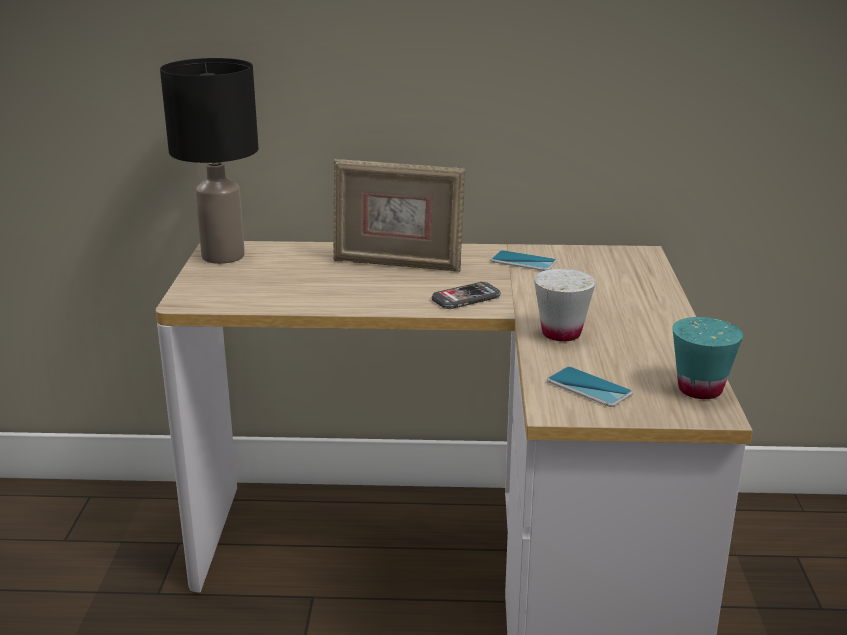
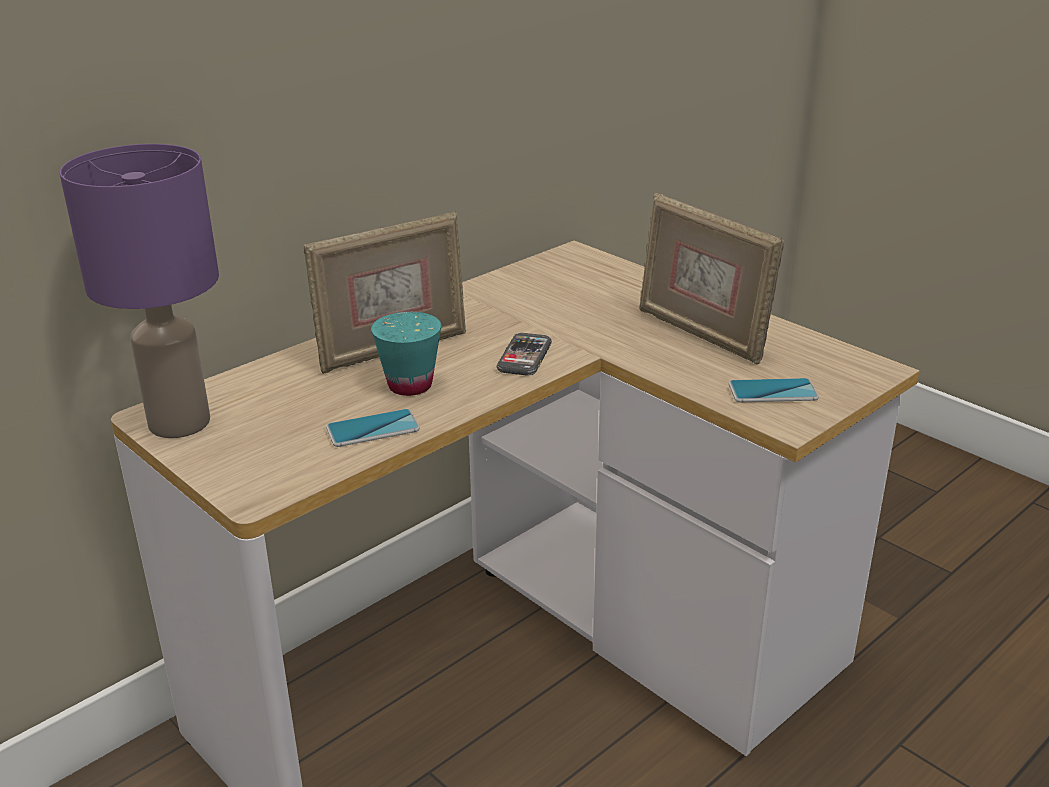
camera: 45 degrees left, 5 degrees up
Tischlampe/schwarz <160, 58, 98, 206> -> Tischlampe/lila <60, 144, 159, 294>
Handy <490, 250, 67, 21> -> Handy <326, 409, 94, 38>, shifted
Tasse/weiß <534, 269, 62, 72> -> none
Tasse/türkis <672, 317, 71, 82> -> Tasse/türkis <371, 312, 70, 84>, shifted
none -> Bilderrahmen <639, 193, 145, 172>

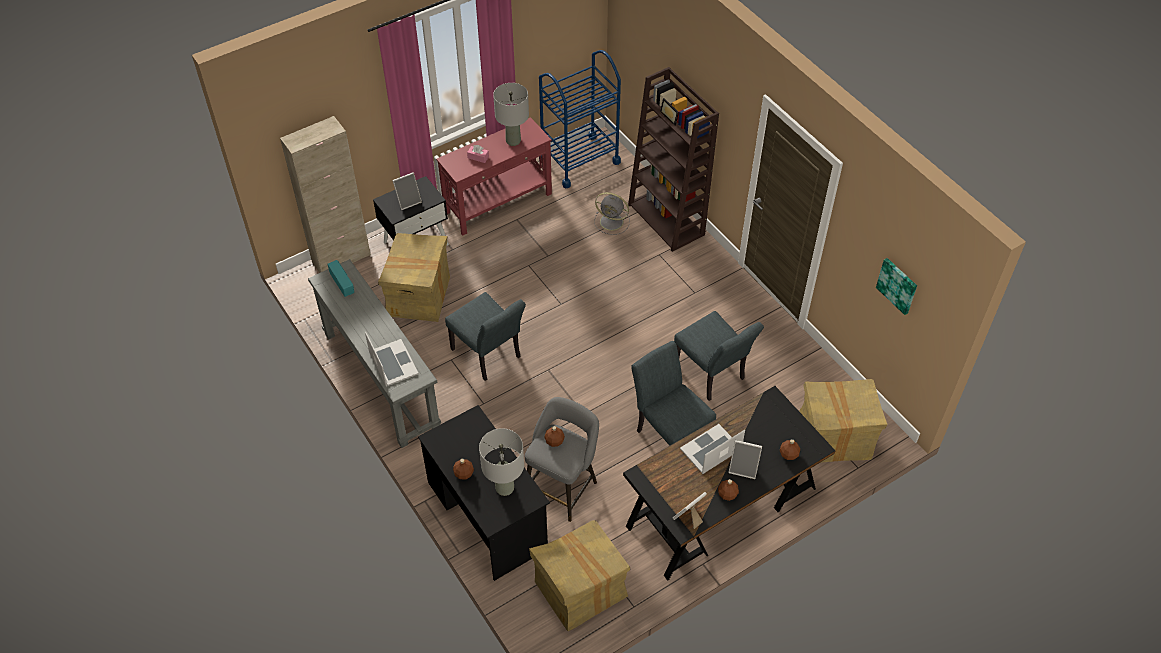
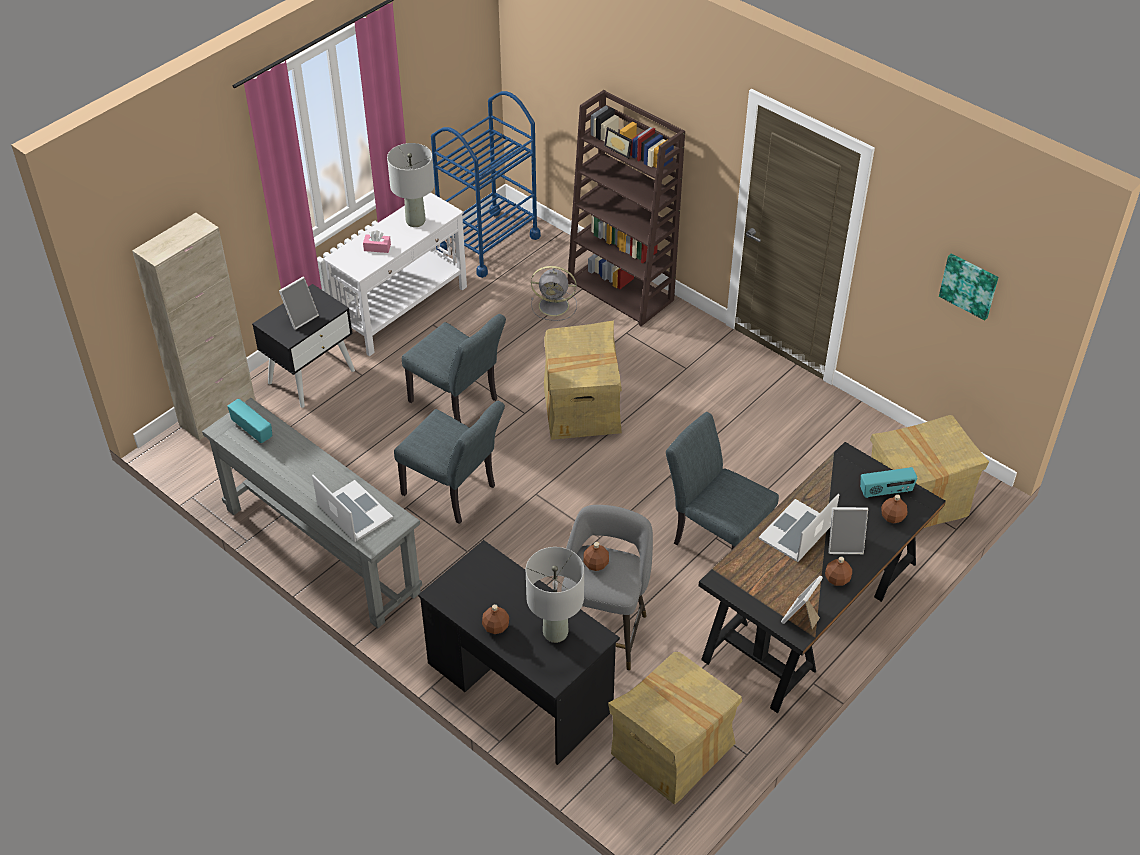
camera: 15 degrees left, 5 degrees down
Karton <378, 233, 72, 89> -> Karton <544, 320, 78, 120>, shifted
Konsolentisch/rot <436, 117, 116, 119> -> Konsolentisch/weiß <323, 192, 144, 164>
Stuhl/grau <674, 311, 90, 90> -> Stuhl/grau <402, 314, 104, 108>, shifted
none -> Radio <860, 467, 57, 31>

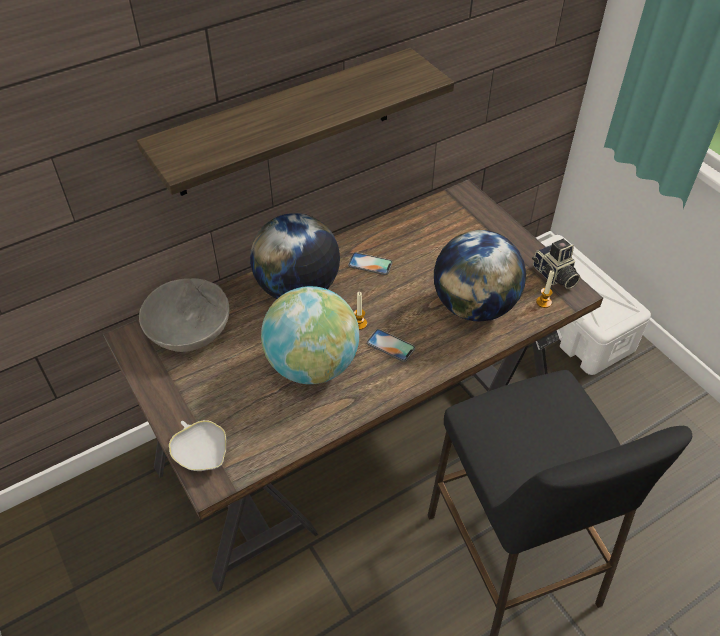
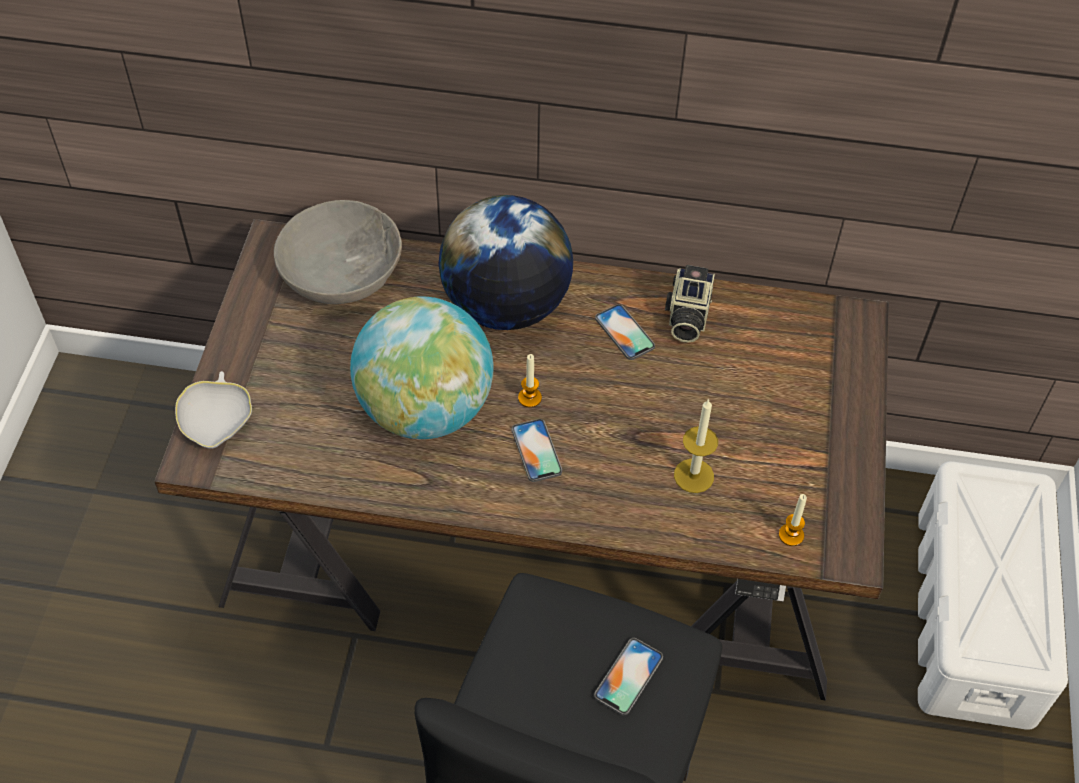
camera: 40 degrees right, 5 degrees up
Wandregal <137, 48, 317, 148> -> none
Globus <434, 230, 92, 92> -> Kerze <674, 399, 44, 94>
Kamera <532, 239, 49, 50> -> Kamera <665, 265, 50, 78>, shifted
none -> Handy <594, 638, 69, 77>

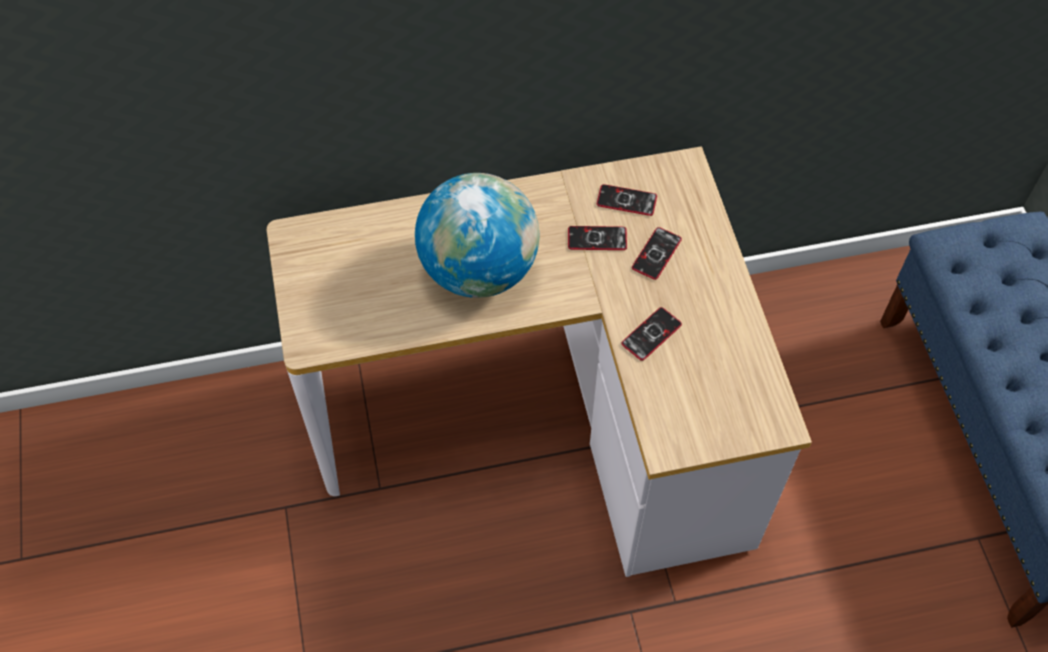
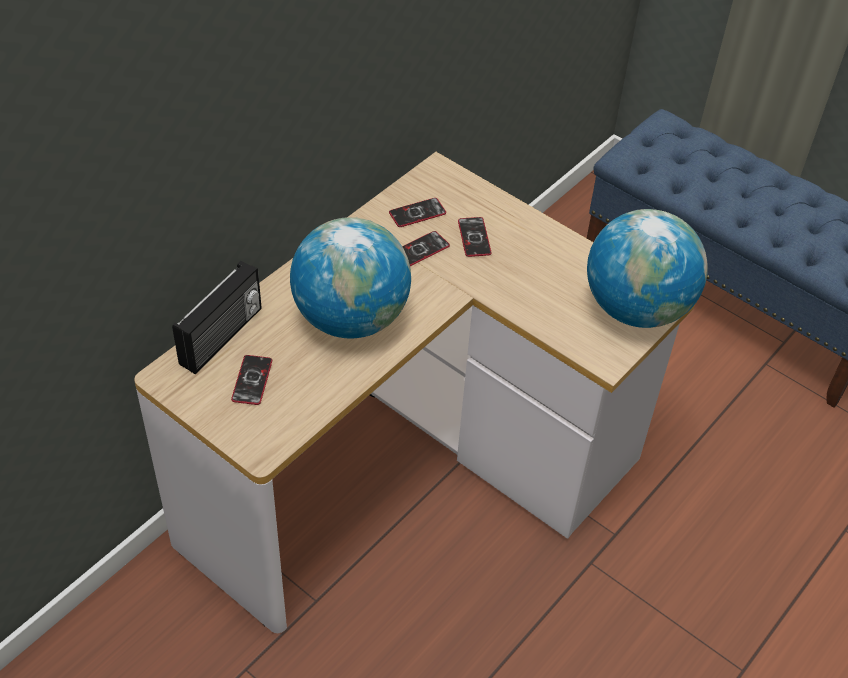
camera: 40 degrees left, 10 degrees down
Handy <621, 307, 61, 54> -> Handy <231, 355, 41, 50>, shifted
none -> Radio <172, 261, 89, 113>
none -> Globus <587, 209, 121, 119>

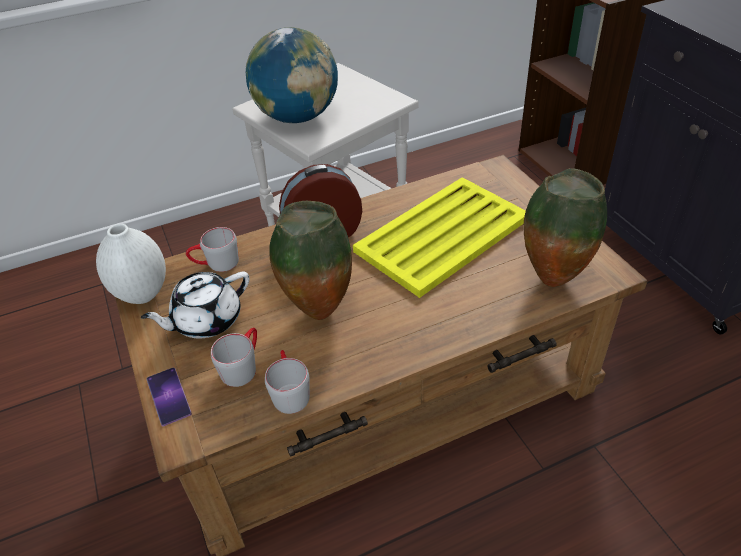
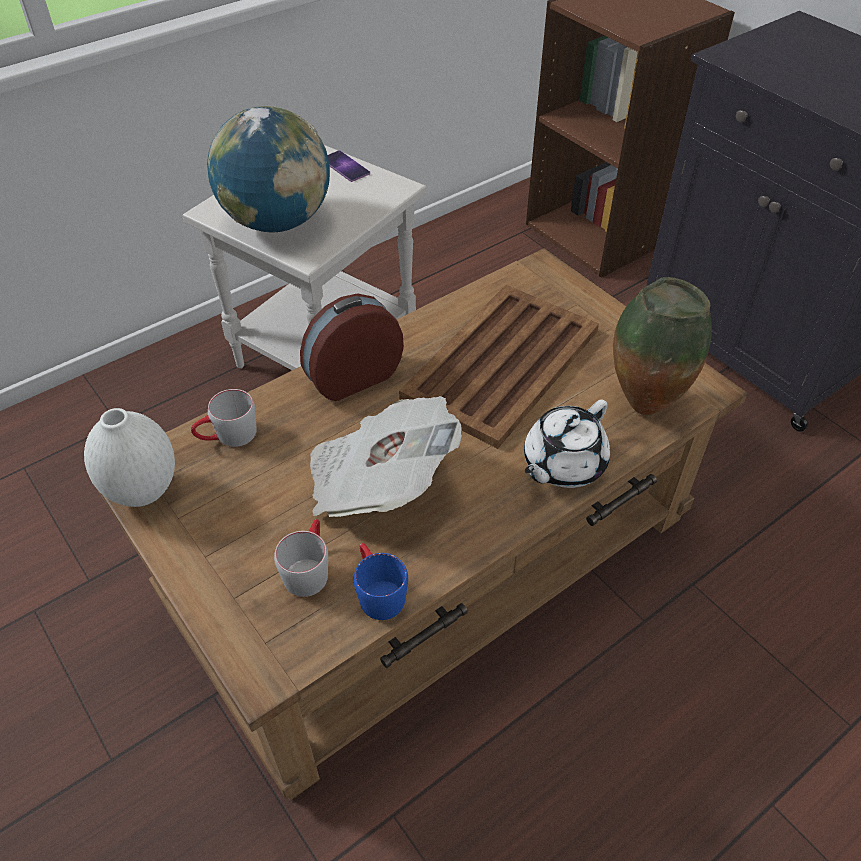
camera: 15 degrees left, 5 degrees up
Teekanne/weiß <141, 271, 108, 67> -> Teekanne/weiß <524, 399, 86, 89>, shifted
Handy <146, 368, 46, 58> -> Handy <328, 150, 42, 32>, shifted
Henkelbecher/grau <265, 350, 45, 64> -> Henkelbecher/blau <354, 543, 54, 77>
Vase <269, 201, 83, 119> -> Zeitung <310, 396, 152, 121>
Tablett/gelb <353, 177, 173, 121> -> Tablett/braun <399, 285, 200, 164>

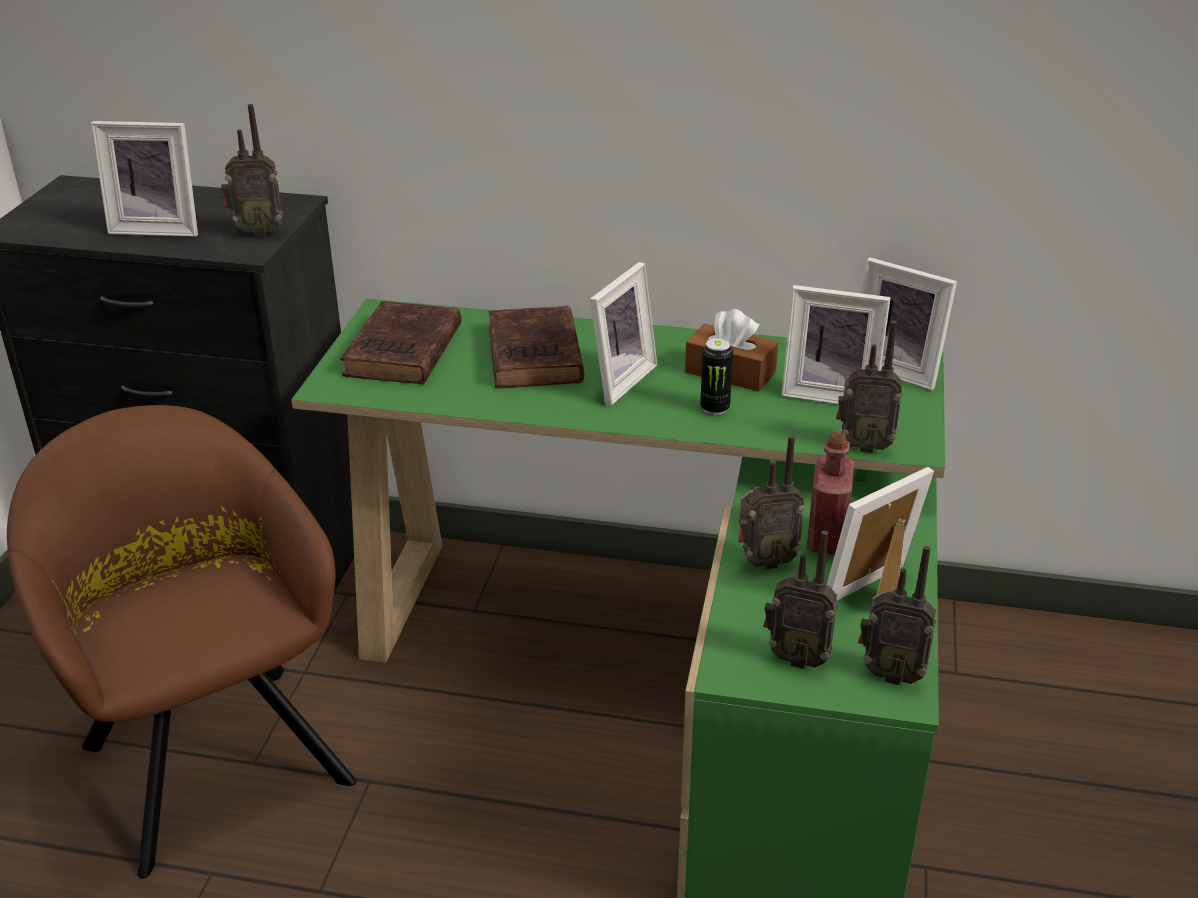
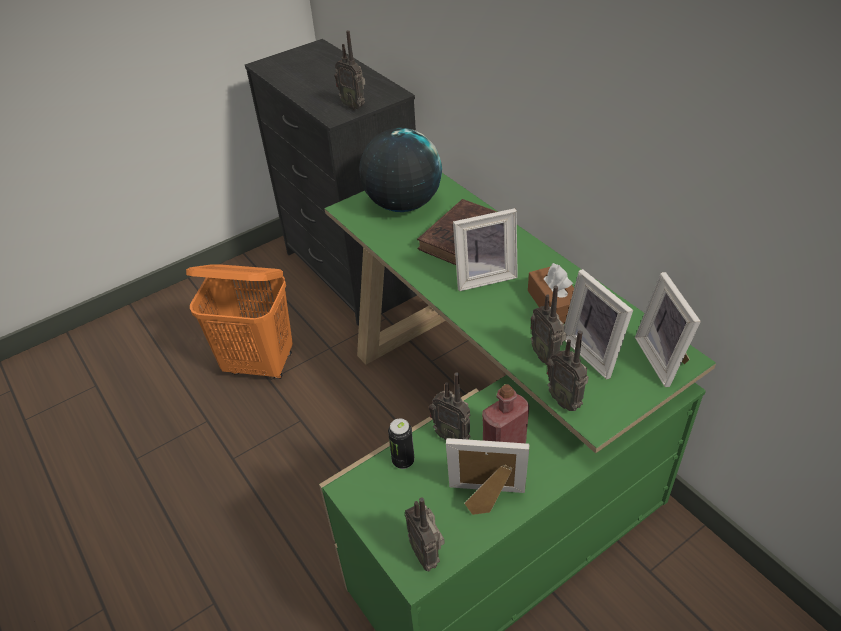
camera: 45 degrees right, 10 degrees up
Sessel/braun <7, 405, 349, 474> -> Wäschekorb/orange <186, 264, 107, 115>
Bilderrahmen <91, 121, 107, 116> -> none
Buch/braun <340, 301, 121, 83> -> Globus <359, 128, 83, 84>
Dose <700, 338, 33, 77> -> Dose <388, 419, 27, 50>, shifted
Radio <763, 531, 75, 138> -> Radio <531, 285, 36, 80>, shifted

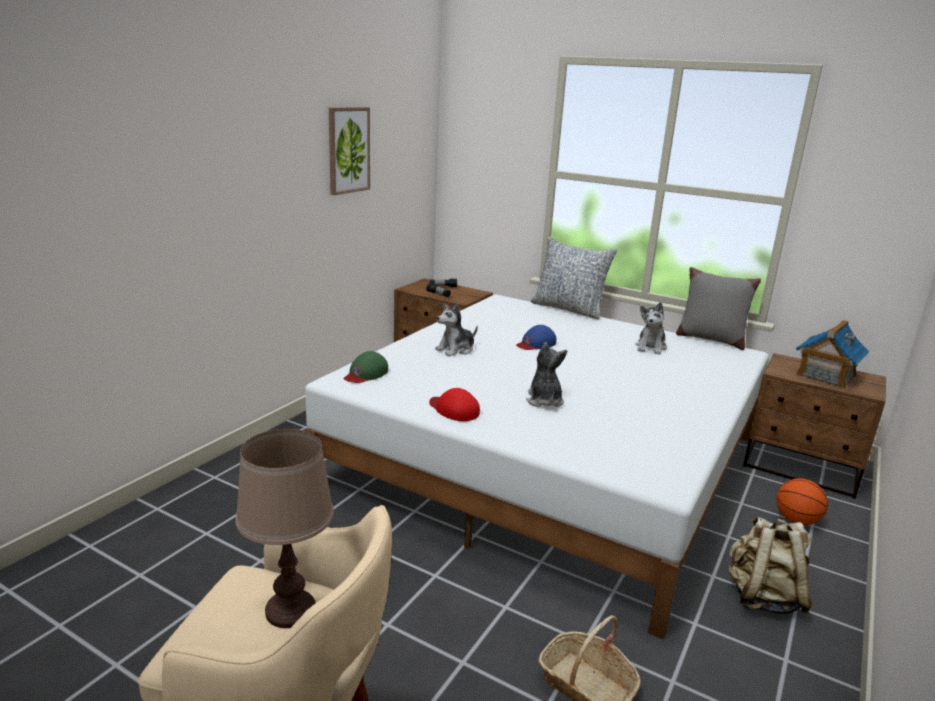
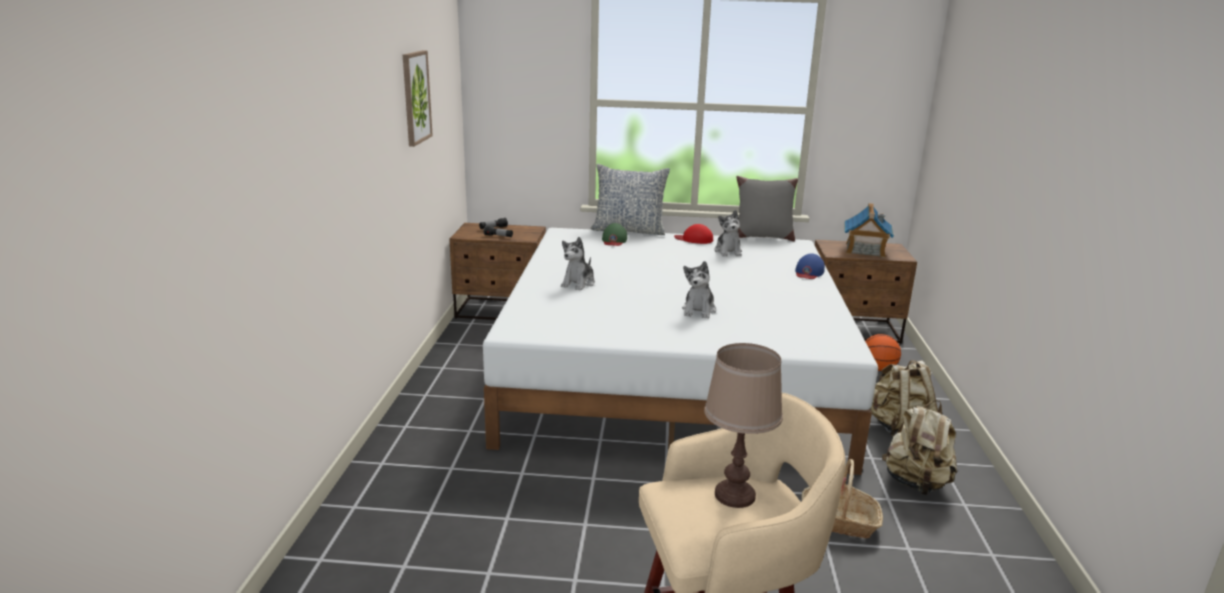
camera: 25 degrees left, 0 degrees up
Kappe/grün <344, 351, 44, 32> -> Kappe/grün <602, 223, 25, 23>, shifted
Kappe/rot <429, 388, 51, 33> -> Kappe/rot <674, 224, 39, 20>, shifted
Kappe/blau <516, 325, 40, 25> -> Kappe/blau <795, 253, 30, 26>, shifted
Plüschtier <526, 342, 42, 65> -> Plüschtier <682, 261, 34, 58>, 135 degrees counterclockwise
none -> Rucksack/beige <882, 400, 75, 95>

